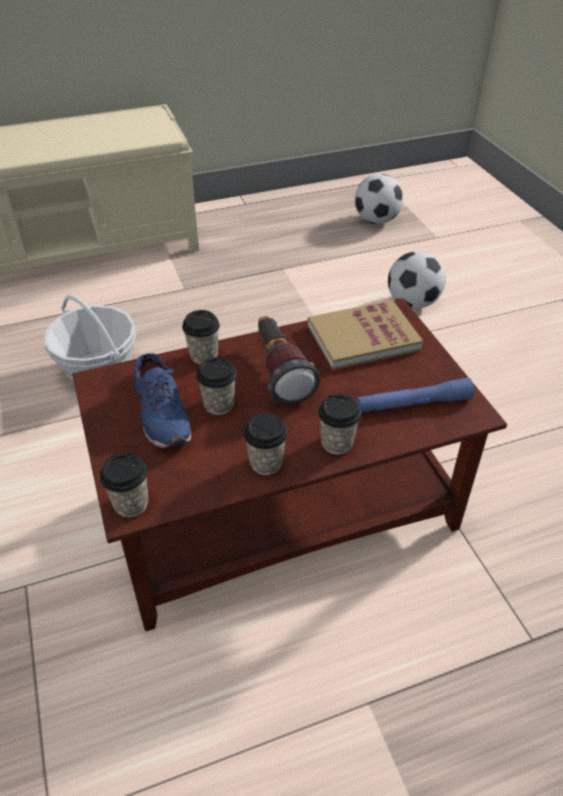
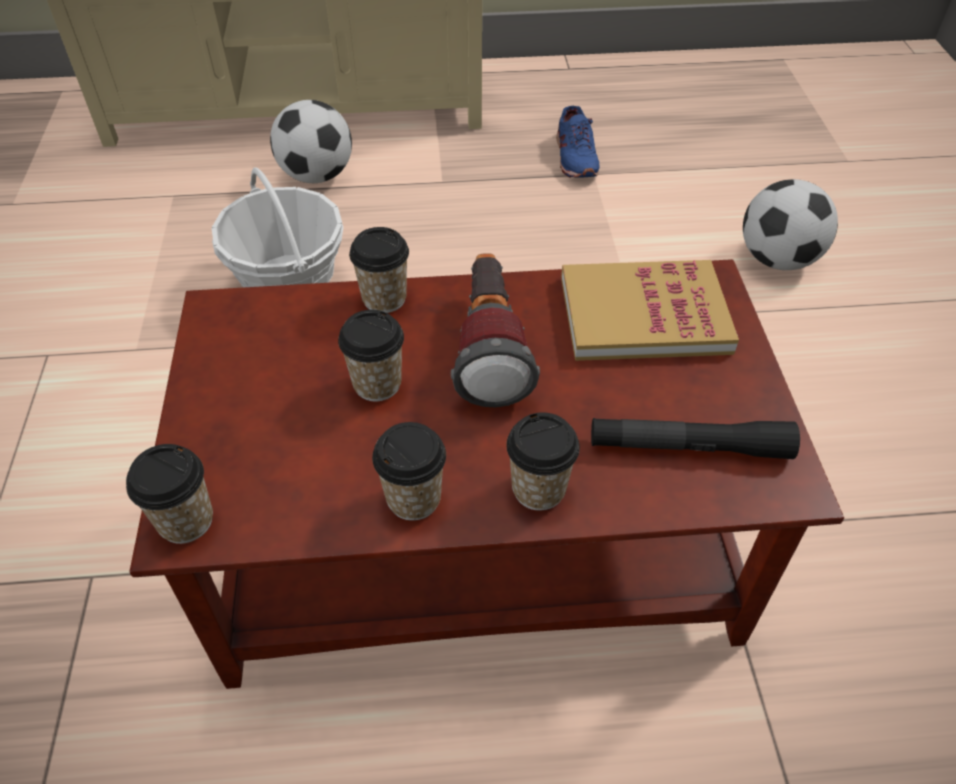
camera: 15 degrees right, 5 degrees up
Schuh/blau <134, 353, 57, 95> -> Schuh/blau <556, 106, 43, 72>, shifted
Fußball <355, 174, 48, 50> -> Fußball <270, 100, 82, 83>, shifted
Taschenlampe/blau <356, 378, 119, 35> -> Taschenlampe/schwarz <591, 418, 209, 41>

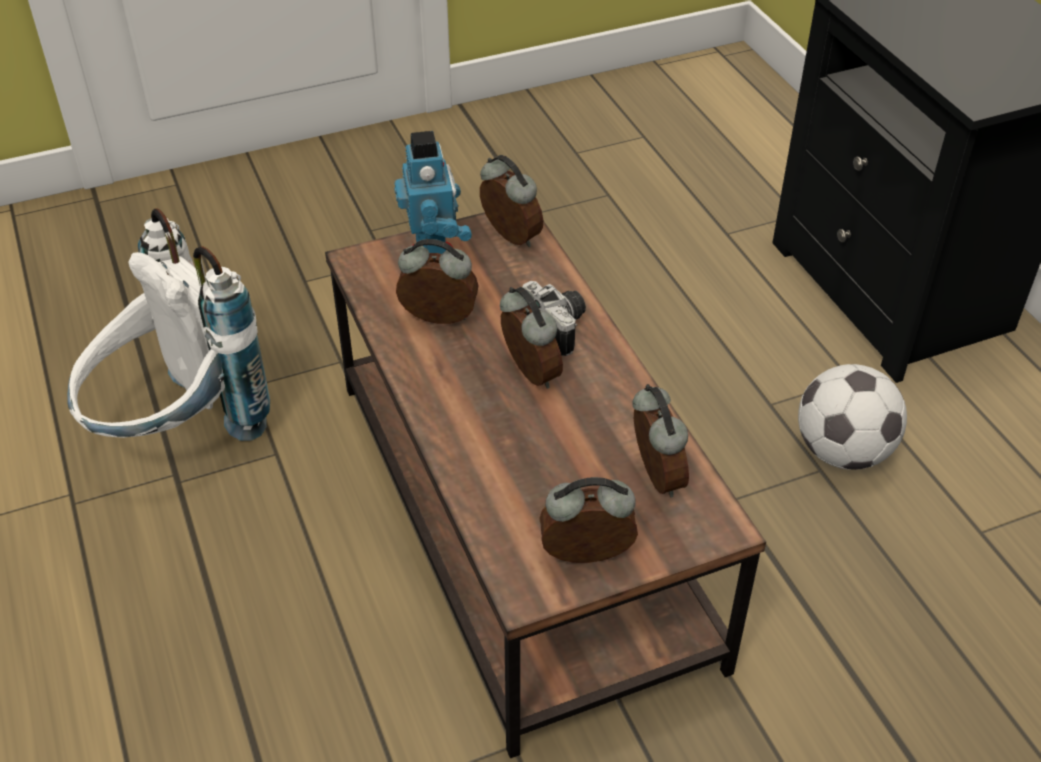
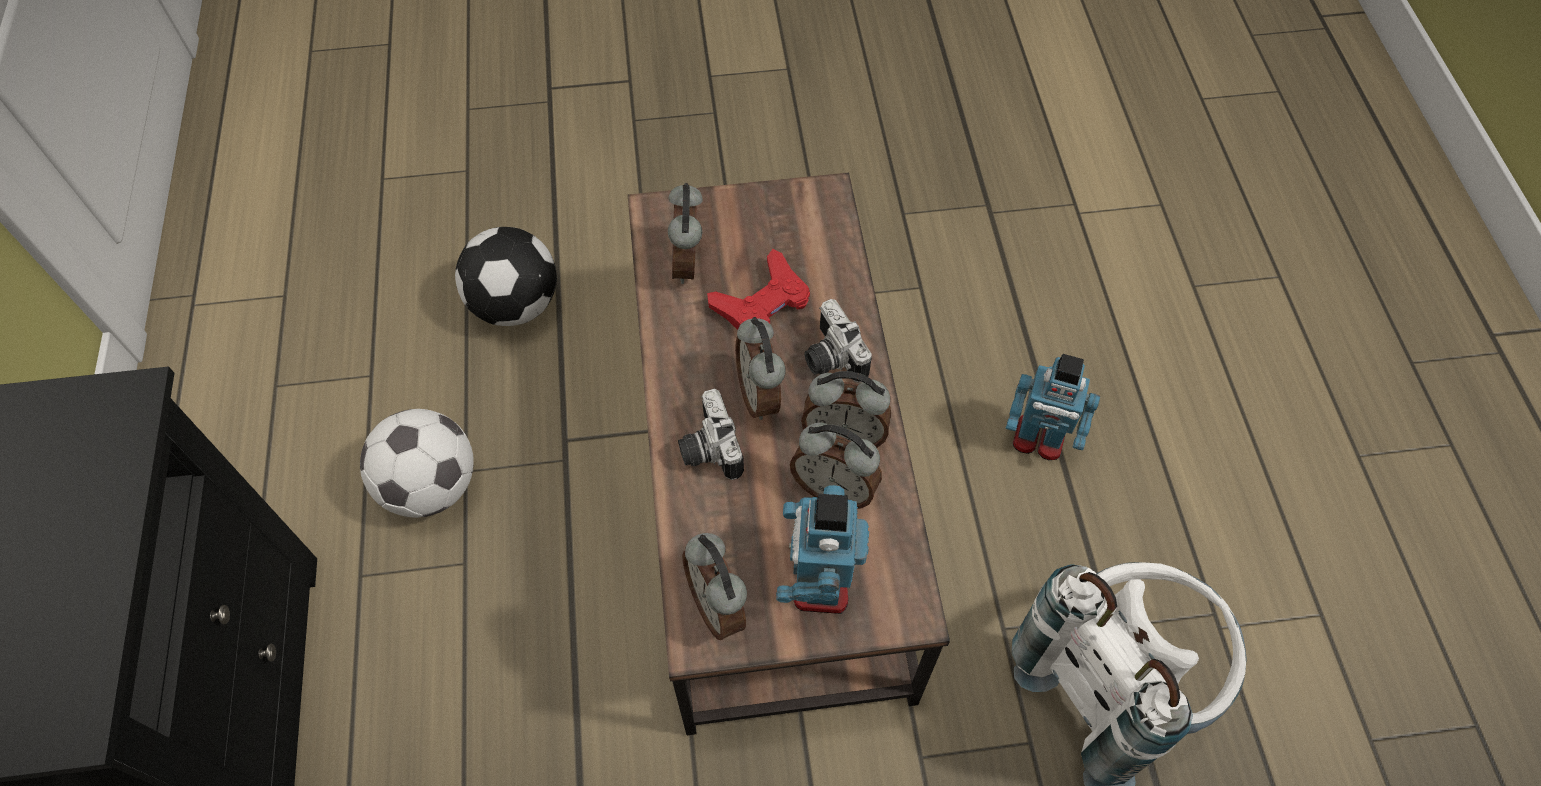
camera: 165 degrees left, 15 degrees up
Wecker <539, 477, 99, 86> -> Wecker <801, 371, 90, 77>, shifted
none -> Fußball <455, 227, 102, 99>
none -> Gamepad/rot <707, 249, 103, 81>
none -> Kamera <804, 299, 68, 84>
none -> Spielzeugroboter <1006, 354, 94, 106>

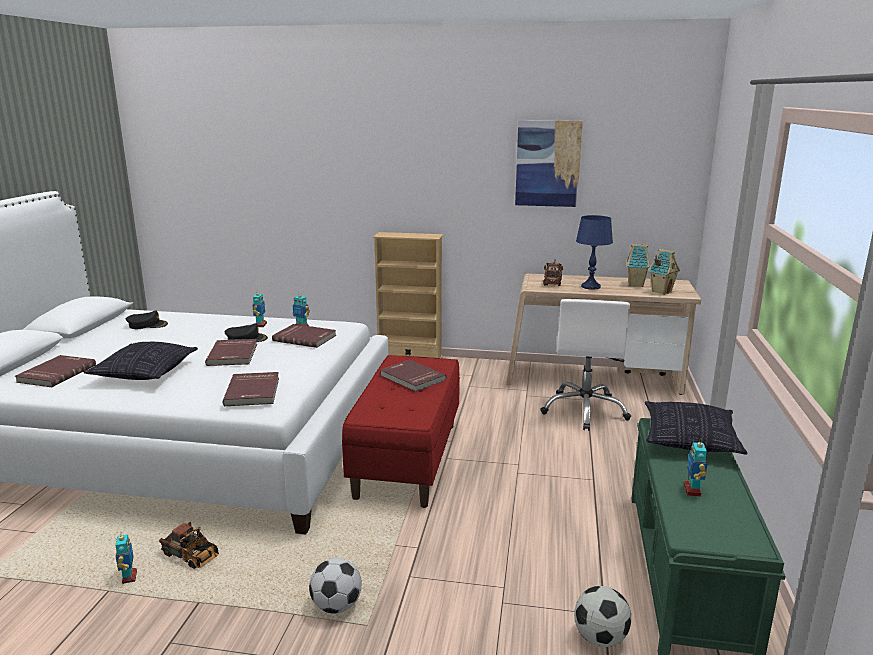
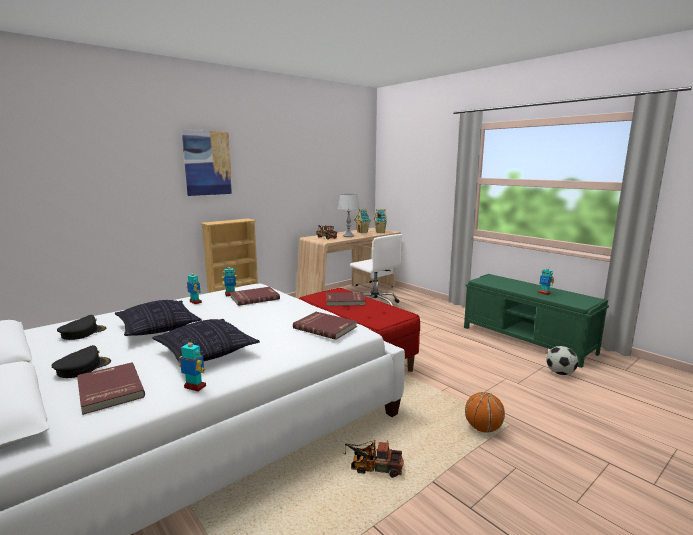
camera: 50 degrees left, 5 degrees down
Spielzeugroboter <115, 531, 22, 53> -> Spielzeugroboter <179, 338, 27, 53>, shifted
Spielzeuglaster <159, 522, 60, 47> -> Spielzeuglaster <344, 440, 60, 38>, 150 degrees counterclockwise
Buch/rot <205, 339, 52, 27> -> none
Kappe/schwarz <225, 323, 43, 19> -> Kappe/schwarz <51, 345, 60, 33>, shifted
Fußball <309, 558, 53, 55> -> Basketball <465, 392, 40, 41>
Bild <515, 120, 68, 87> -> Bild <182, 130, 51, 66>, shifted
Tischlampe/blau <576, 215, 37, 75> -> Tischlampe/grau <338, 194, 21, 43>
Kissen <645, 401, 103, 54> -> Kissen <115, 300, 87, 36>, shifted

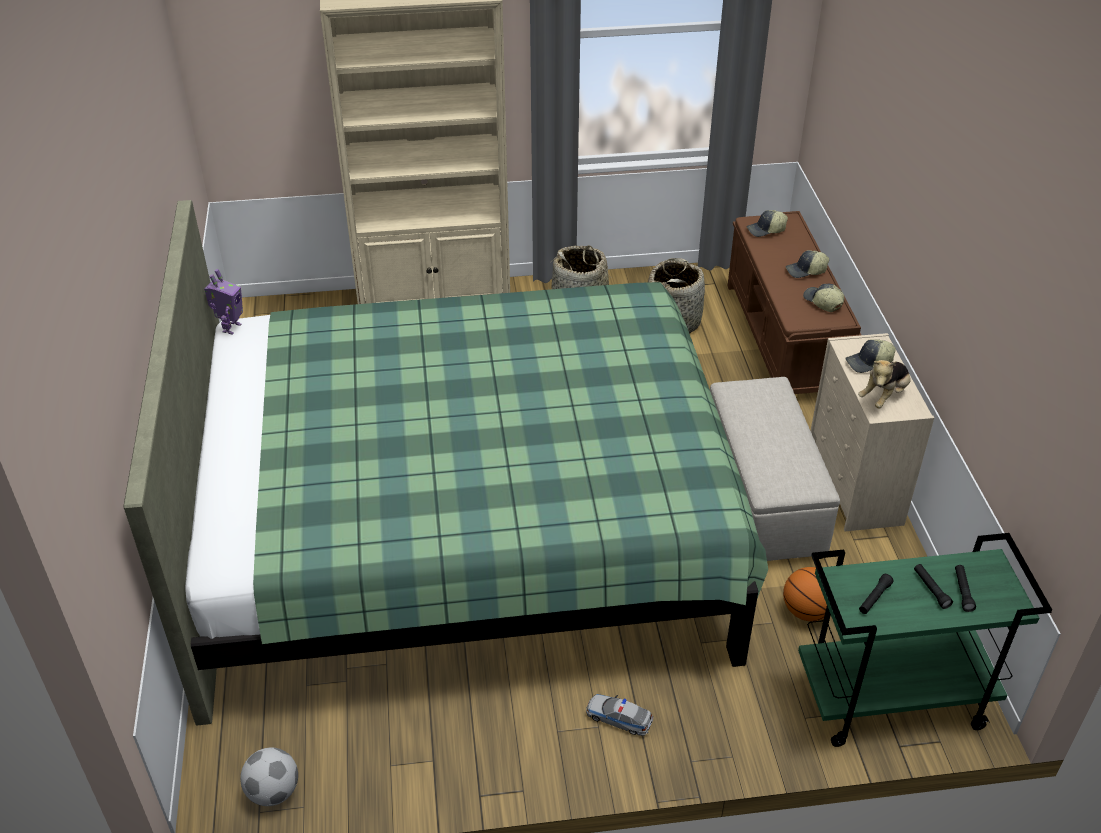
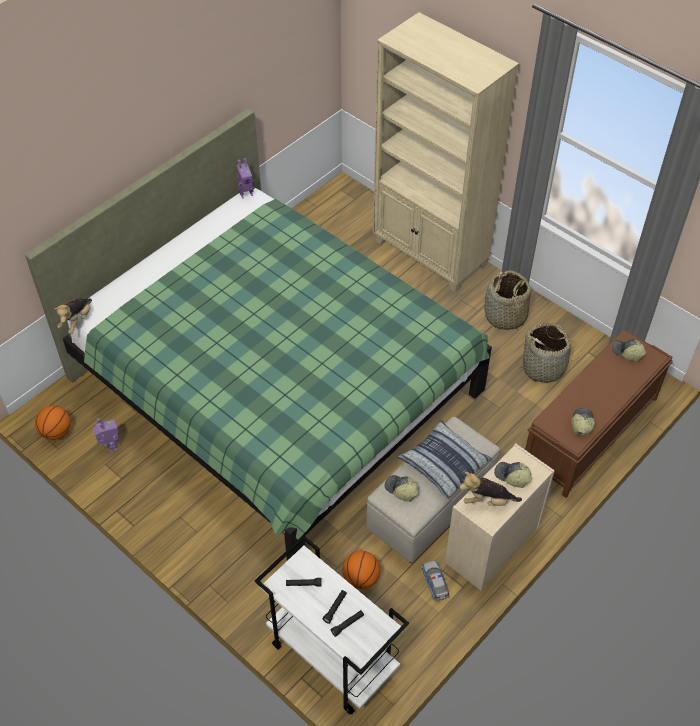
camera: 50 degrees right, 10 degrees up
Fußball <240, 748, 58, 58> -> Basketball <35, 406, 36, 34>
Spielzeugauto <586, 694, 67, 42> -> Spielzeugauto <422, 561, 27, 41>, shifted
Kappe <786, 250, 43, 28> -> Kappe <384, 475, 35, 27>, shifted
Rollwagen/grün <798, 533, 254, 214> -> Rollwagen/weiß <255, 535, 154, 179>
none -> Plüschtier <54, 298, 38, 36>
none -> Spielzeugroboter <93, 418, 26, 34>
none -> Kissen <397, 419, 94, 80>

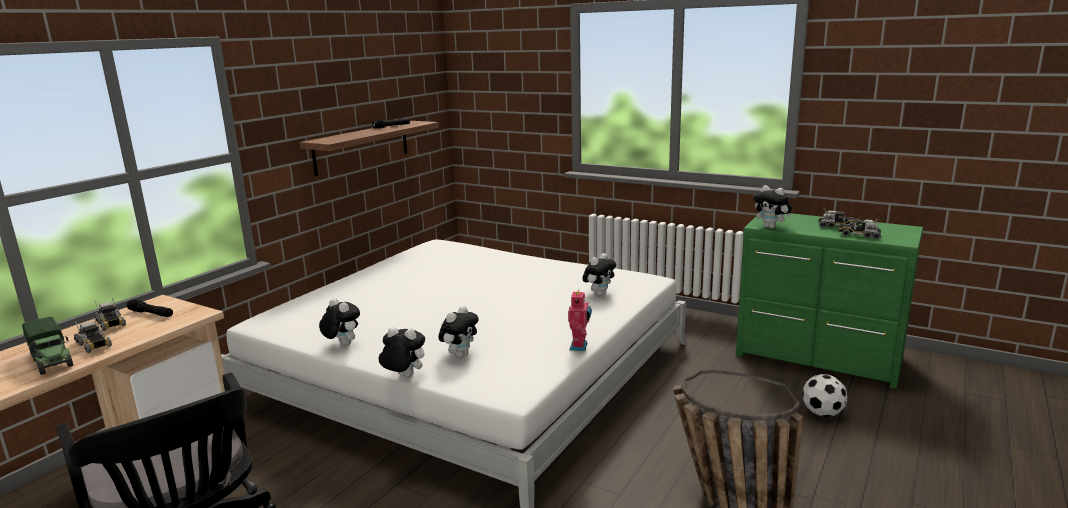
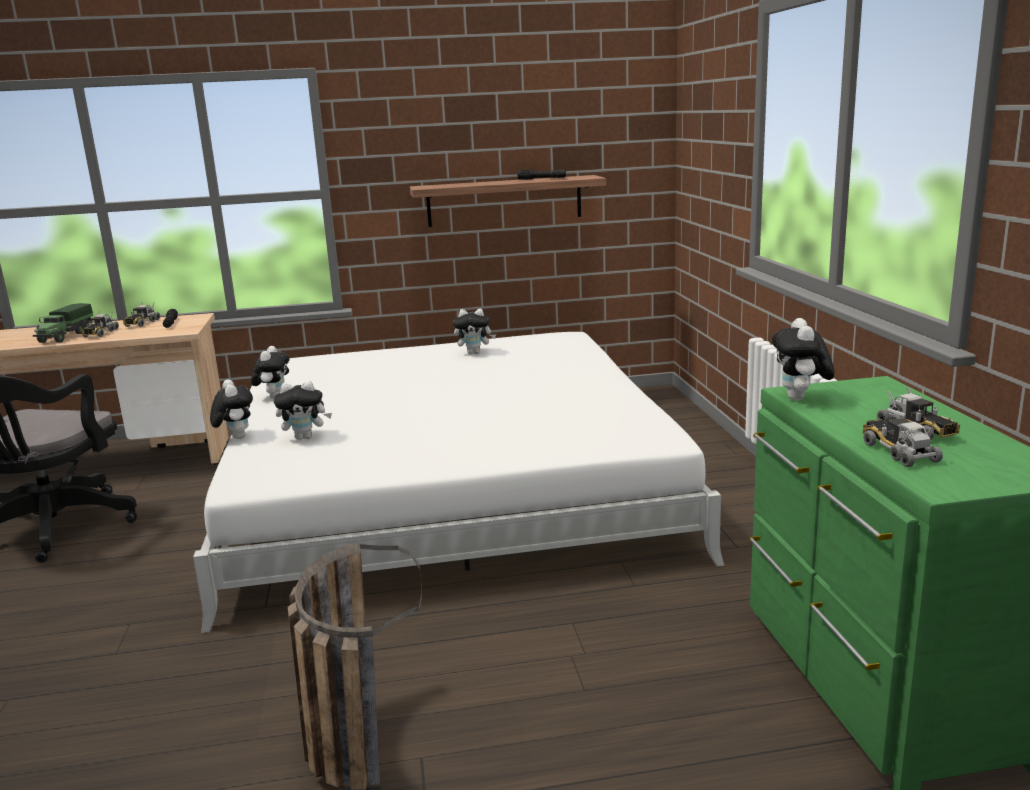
camera: 50 degrees right, 0 degrees up
Spielzeugroboter <568, 291, 24, 60> -> none
Plüschtier <583, 253, 33, 43> -> Plüschtier <453, 309, 43, 45>, shifted
Fußball <802, 374, 46, 43> -> none

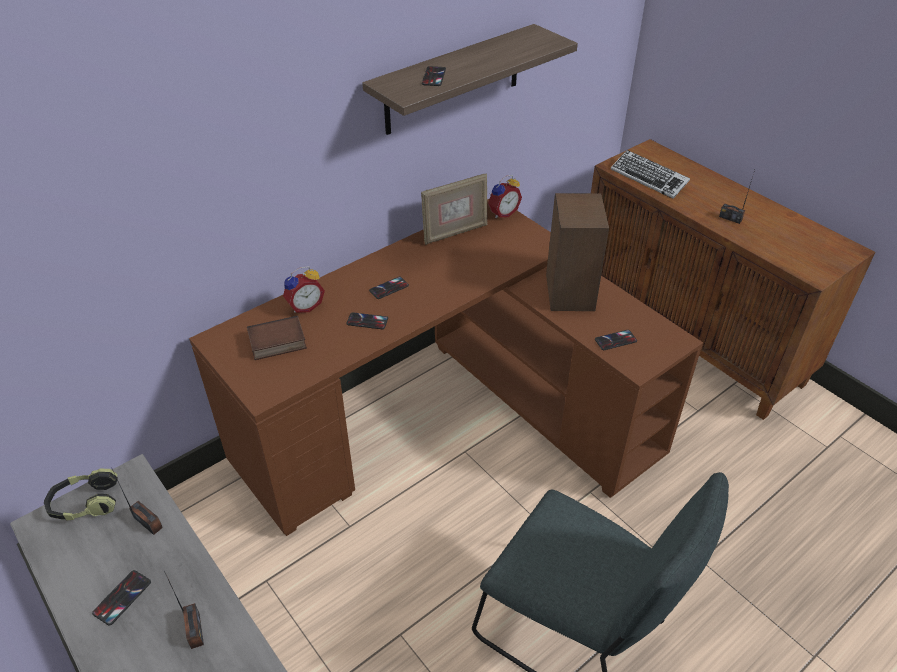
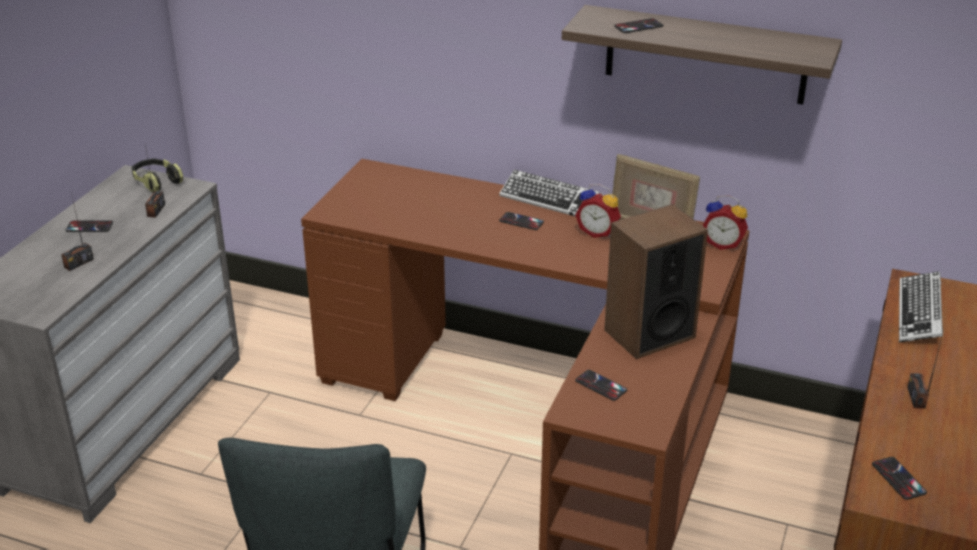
camera: 60 degrees right, 10 degrees down
Buch <247, 316, 60, 44> -> none
Wecker <283, 266, 42, 47> -> Wecker <575, 184, 46, 54>, shifted
Handy <346, 312, 42, 17> -> Handy <872, 457, 55, 43>, shifted
none -> Tastatur <499, 170, 100, 47>

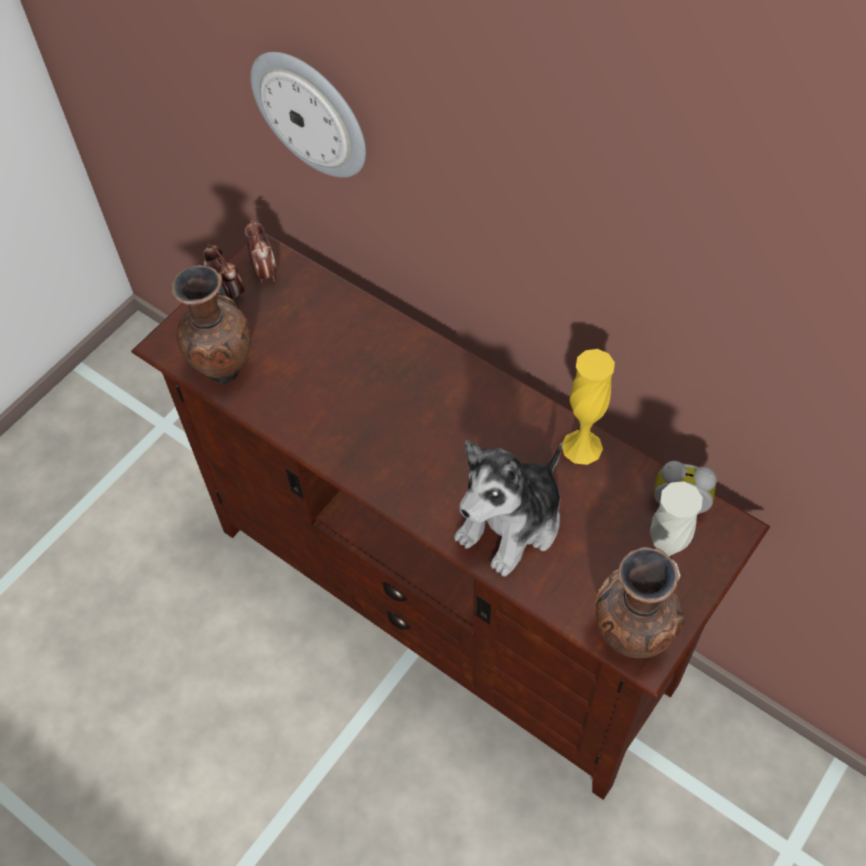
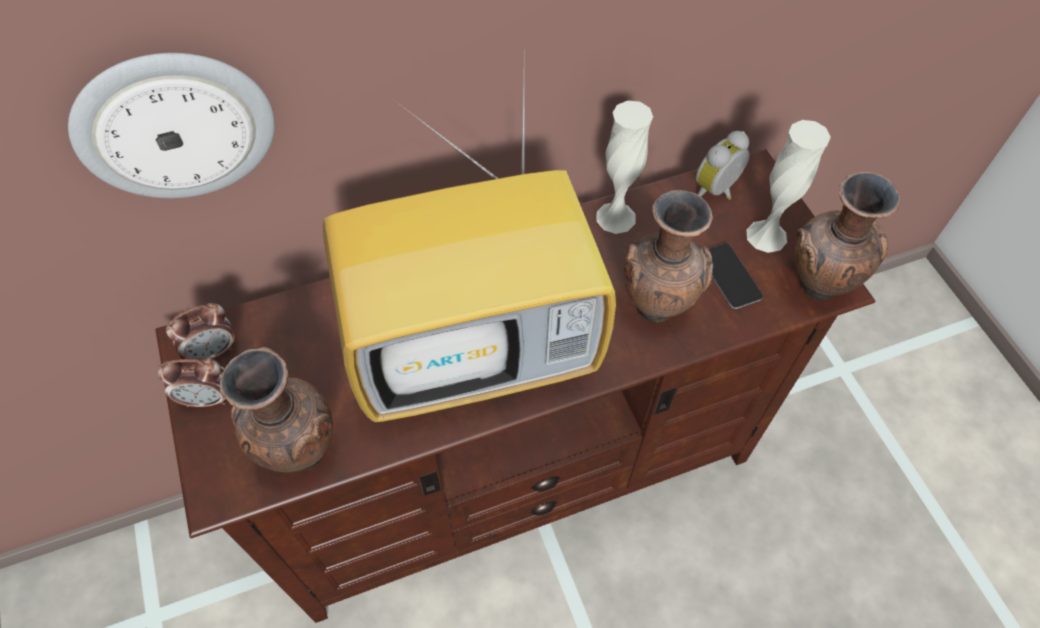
camera: 60 degrees left, 0 degrees up
Wecker <245, 220, 32, 63> -> Wecker <166, 303, 69, 57>, 135 degrees clockwise
Plüschtier <454, 441, 108, 136> -> Vase/braun <624, 190, 89, 133>
Vase/gelb <562, 349, 53, 116> -> Vase/weiß <596, 101, 57, 133>
none -> Fernseher <323, 75, 293, 347>
none -> Handy <709, 243, 54, 66>

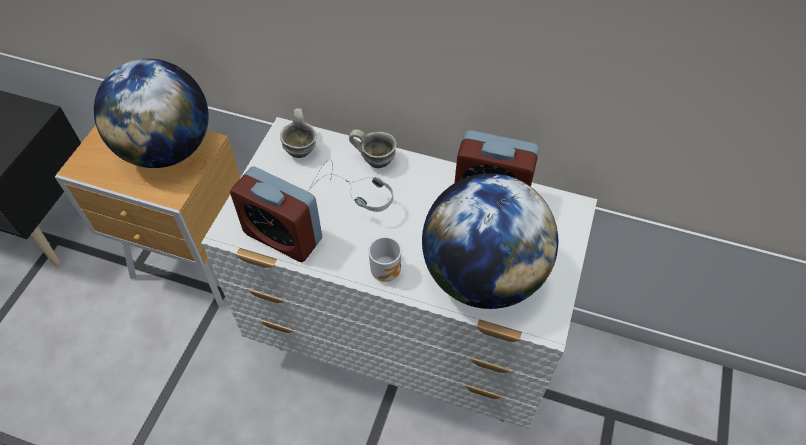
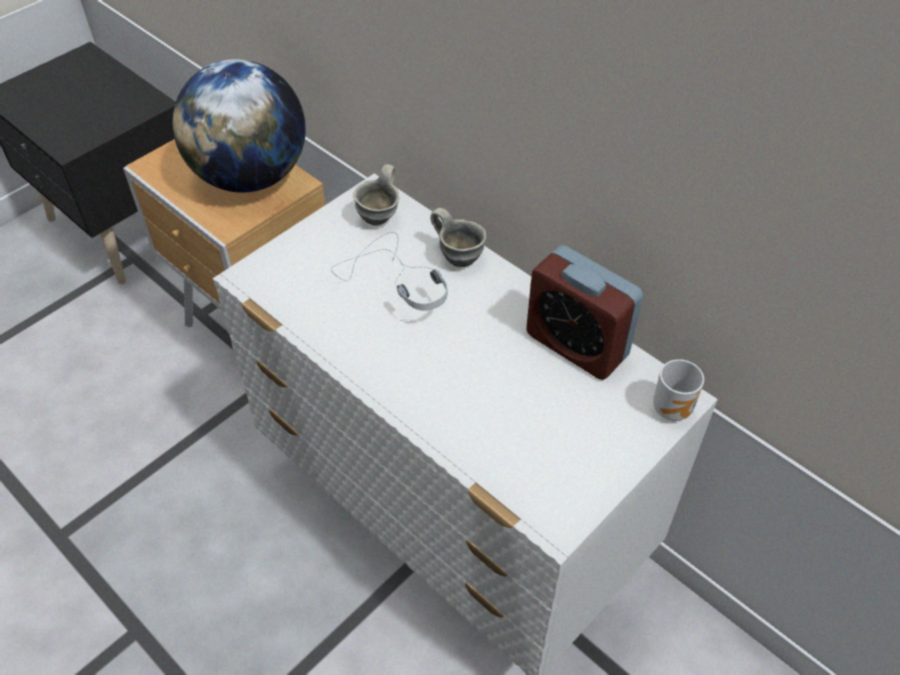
camera: 25 degrees right, 5 degrees down
Wecker <230, 166, 92, 96> -> none
Henkelbecher <369, 237, 32, 45> -> Henkelbecher <653, 359, 51, 62>, shifted
Globus <422, 173, 137, 136> -> none

